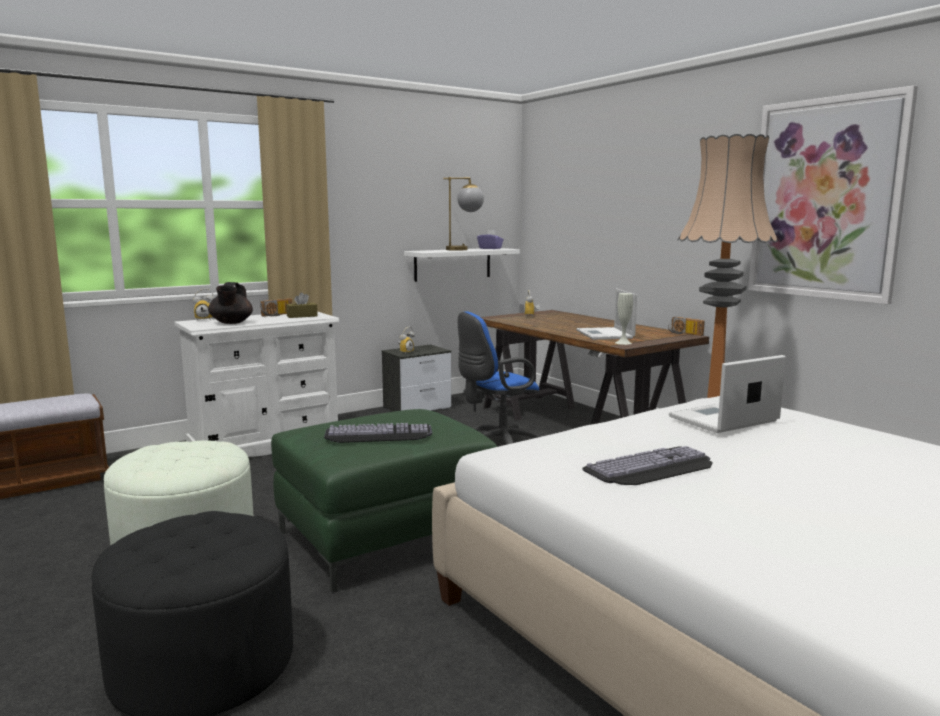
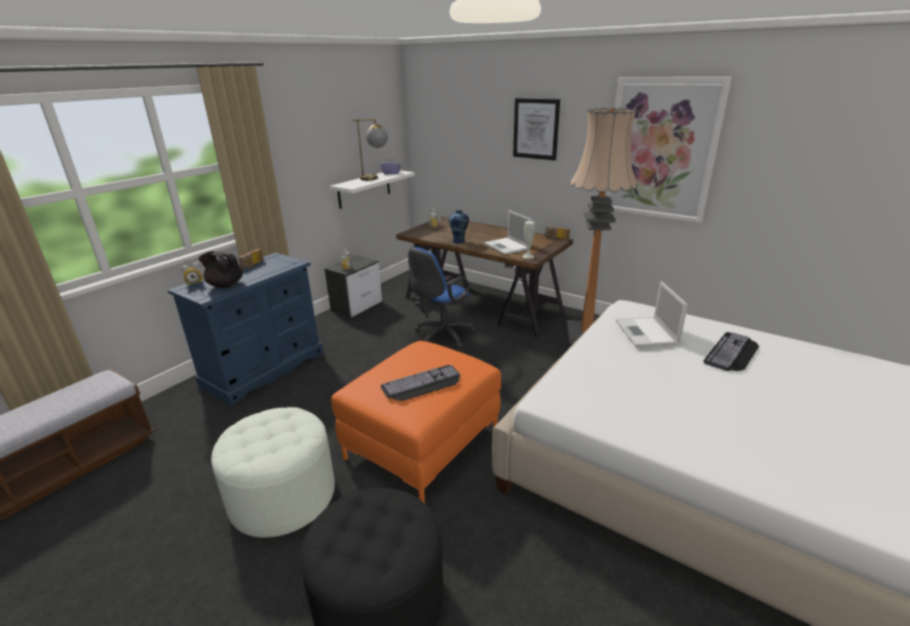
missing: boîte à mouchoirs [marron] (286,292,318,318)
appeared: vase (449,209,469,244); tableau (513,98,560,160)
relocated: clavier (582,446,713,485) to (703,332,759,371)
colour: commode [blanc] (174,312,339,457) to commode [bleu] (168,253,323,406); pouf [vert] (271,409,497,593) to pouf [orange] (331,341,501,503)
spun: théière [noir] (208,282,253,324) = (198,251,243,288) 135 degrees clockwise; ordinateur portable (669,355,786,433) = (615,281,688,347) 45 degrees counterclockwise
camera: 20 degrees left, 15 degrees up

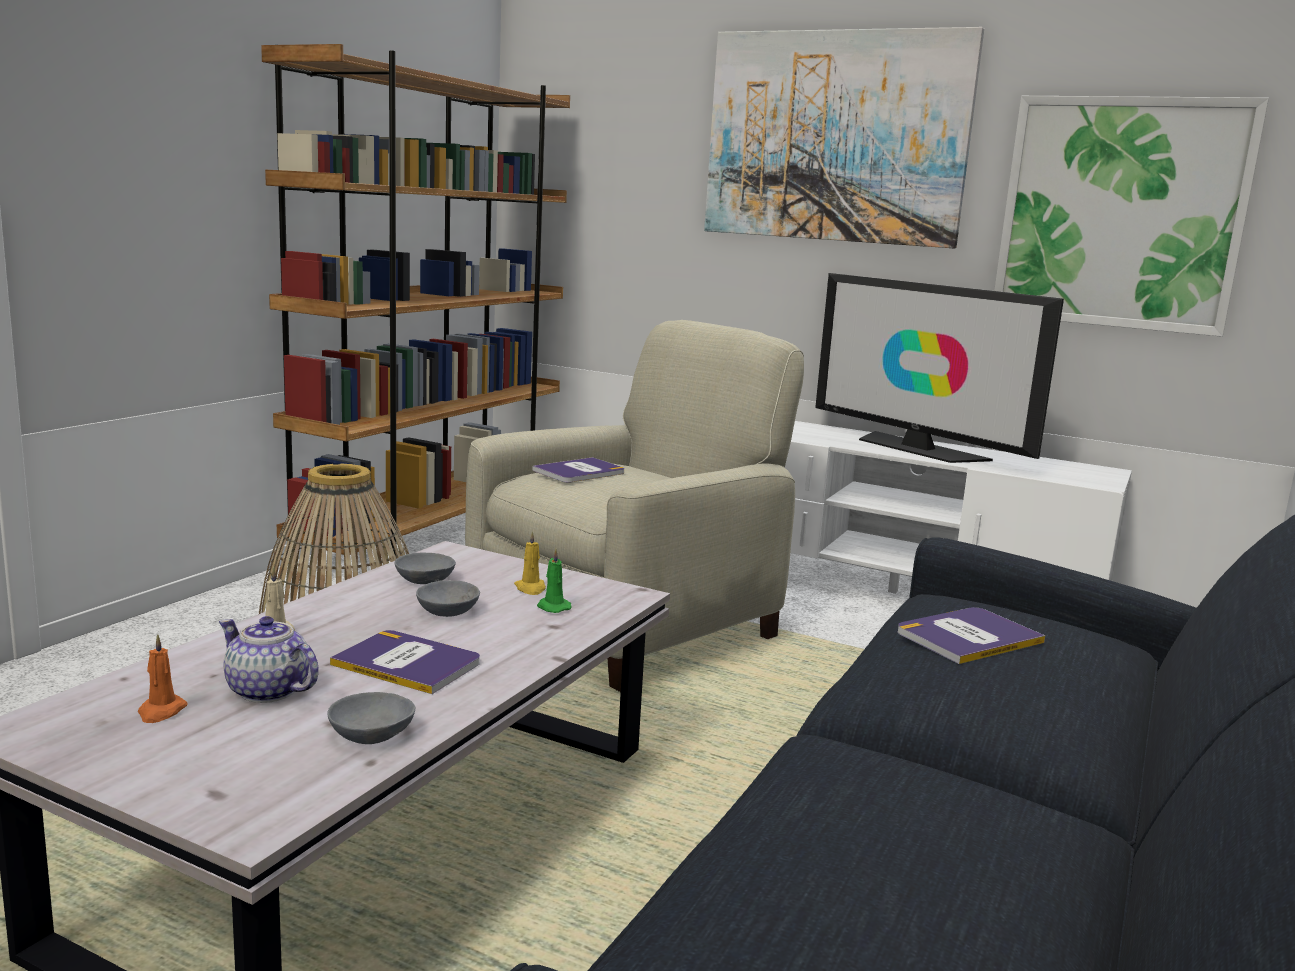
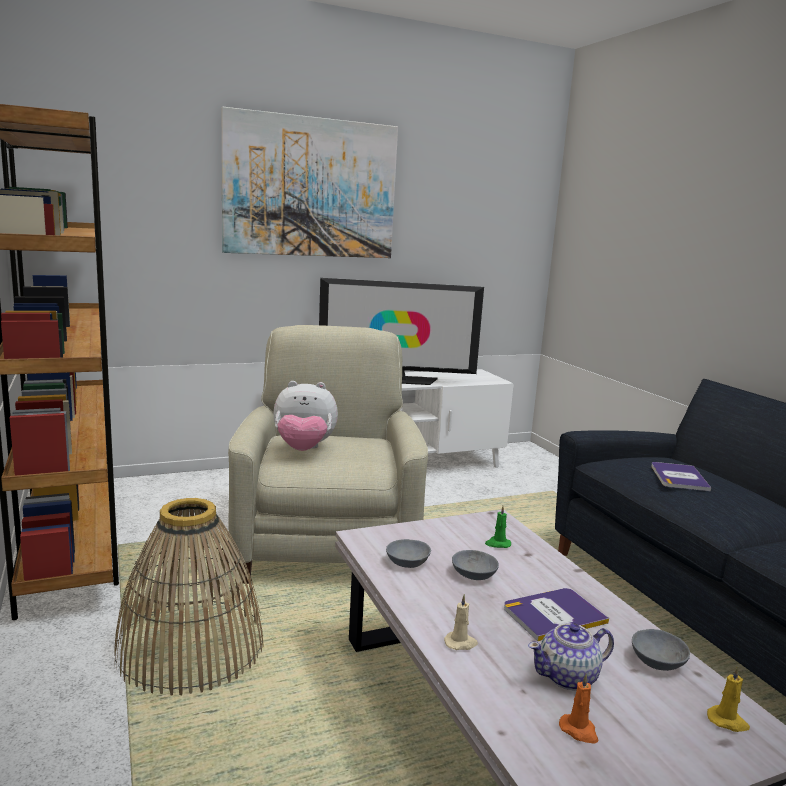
missing: tableau (994,96,1269,337)
relocated: bougie [jaune] (514,531,546,595) to (707,666,750,732)
exchanged: livre (533,457,625,482) to peluche (273,381,338,451)
camera: 50 degrees left, 0 degrees up

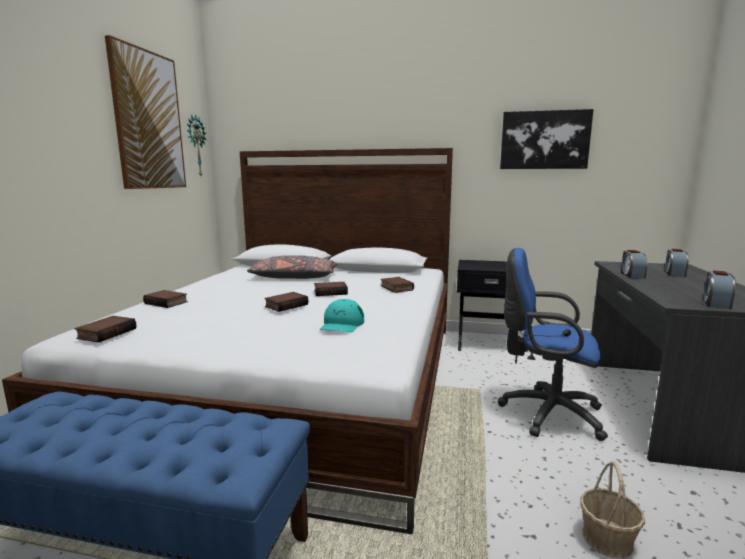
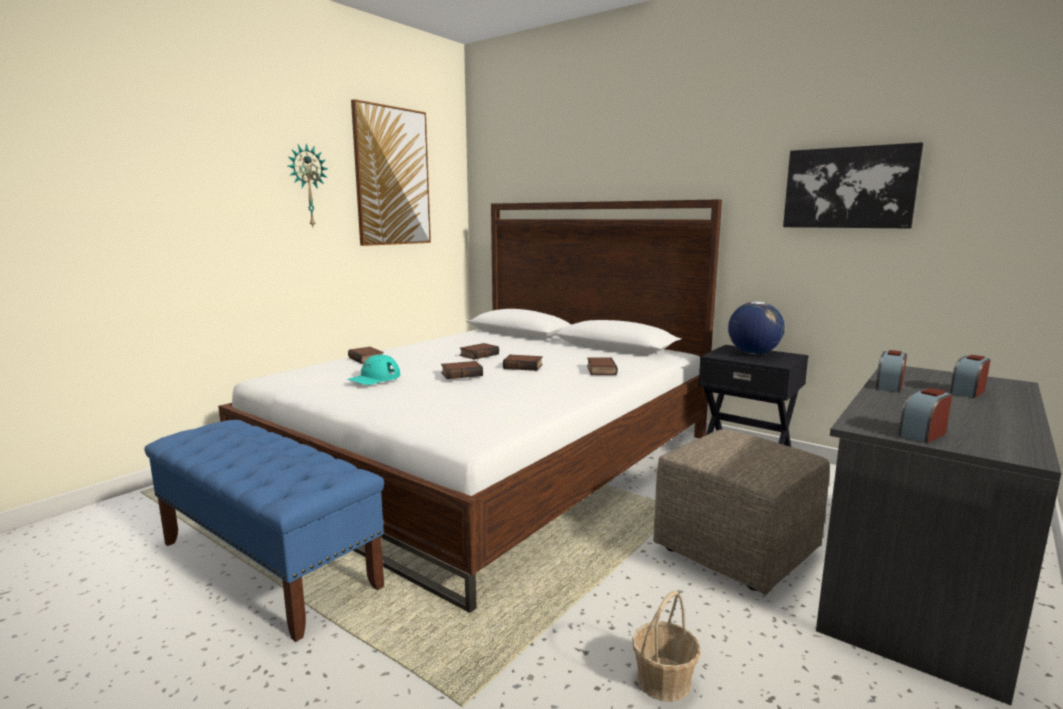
missing: coussin [gris] (247,255,338,279)
appeared: globe (728,301,785,354)
relocated: horloge murale (187,114,206,176) to (288,143,327,227); casquette [turquoise] (320,299,364,332) to (347,355,400,385); livre (75,316,137,343) to (460,343,499,360)
exchanged: chaise de bureau [bleu] (498,248,608,441) to pouf [beige] (653,429,830,595)
camera: 25 degrees right, 0 degrees up

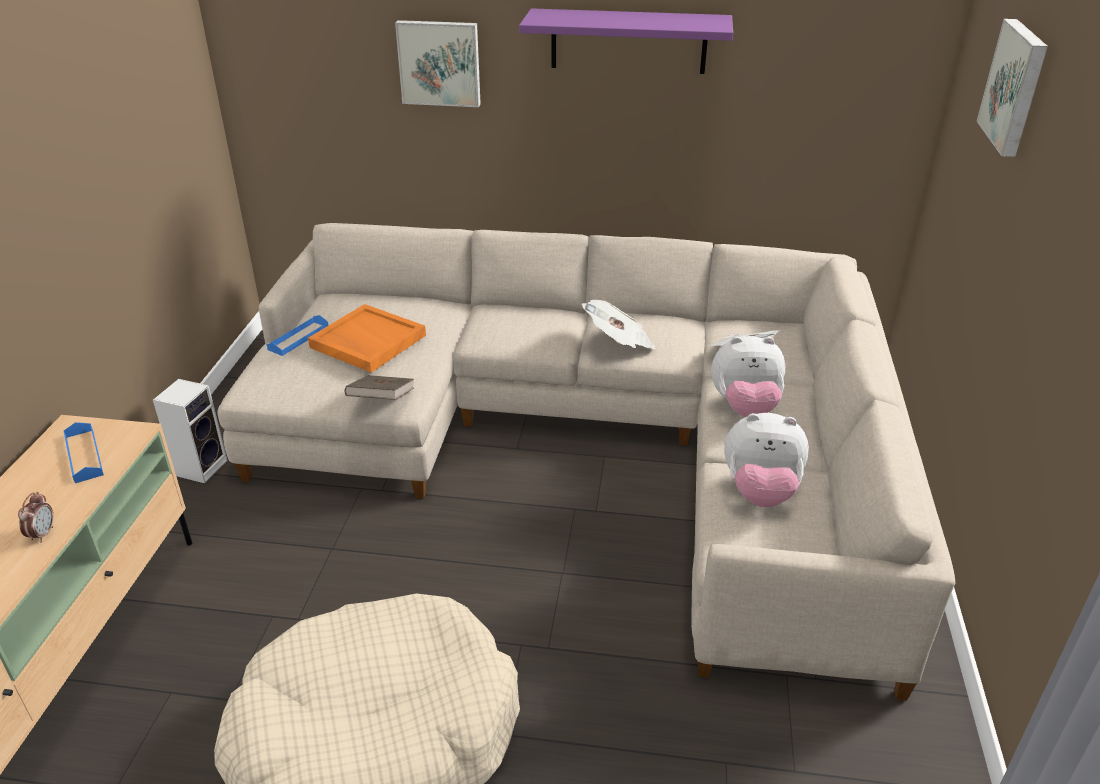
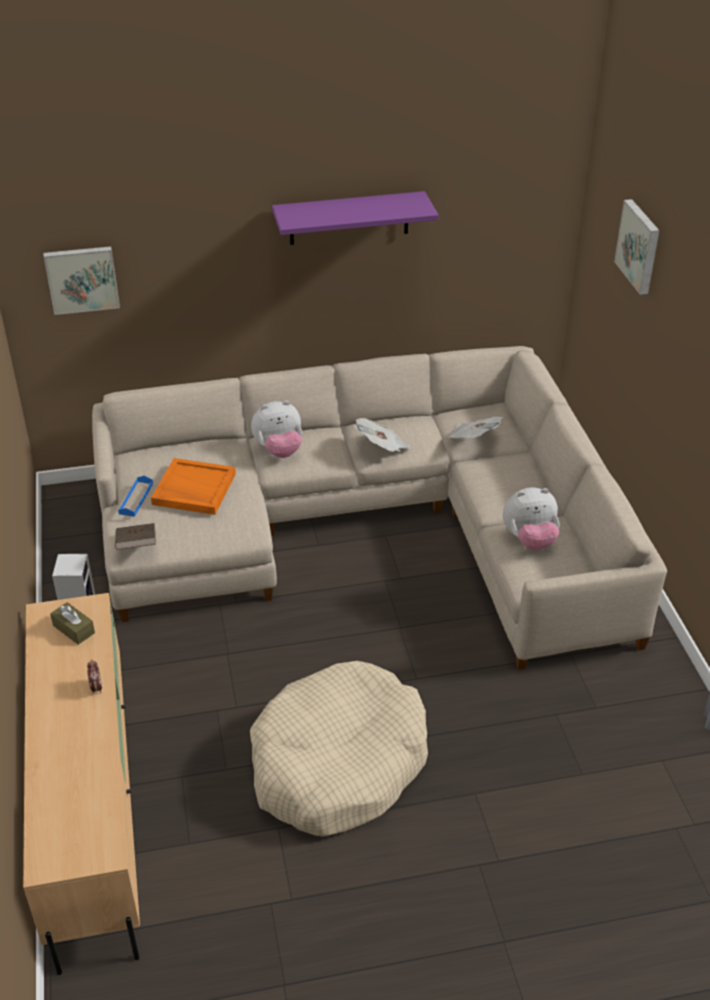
relocated: tableau (395,20,481,107) to (44,246,120,315); livre [marron] (345,375,414,400) to (115,523,156,550); peluche (712,336,785,417) to (251,401,302,458)
exchanged: plateau [bleu] (64,422,104,483) to boîte à mouchoirs [marron] (50,602,95,645)
camera: 20 degrees left, 5 degrees up

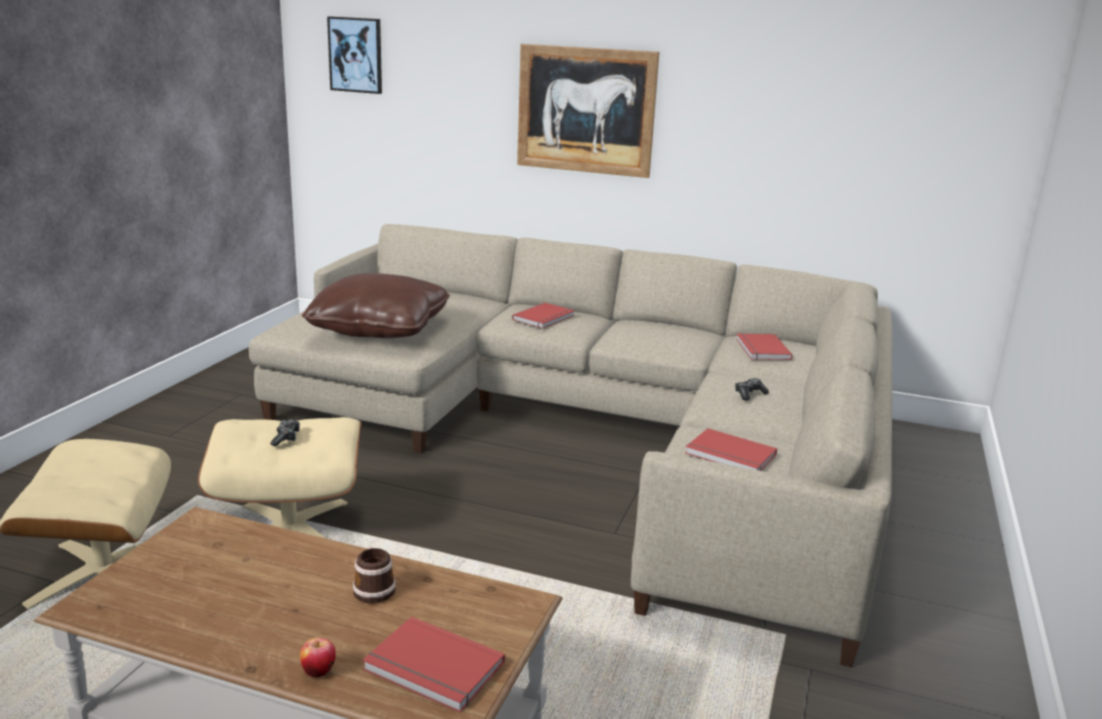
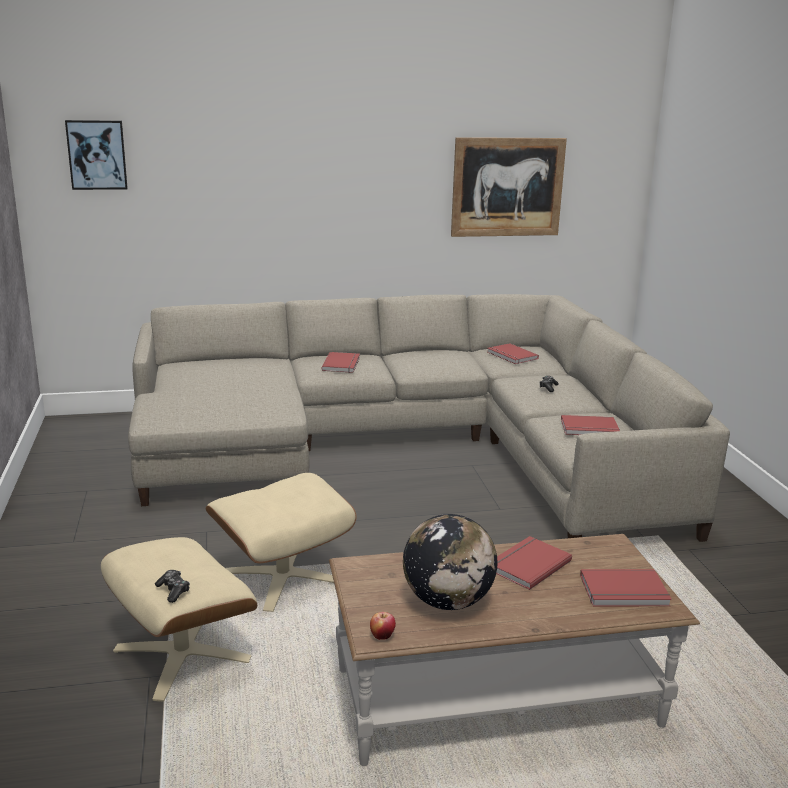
missing: coussin [marron] (302,273,450,338)
appeared: globe (403,514,498,610)
relocated: manette (271,419,300,446) to (155,570,190,603); pomme (300,638,336,677) to (370,612,396,640); tableau (517,44,659,178) to (451,137,567,237)
exchanged: mug (353,546,396,604) to livre [rouge] (496,536,572,590)
camera: 30 degrees left, 0 degrees up

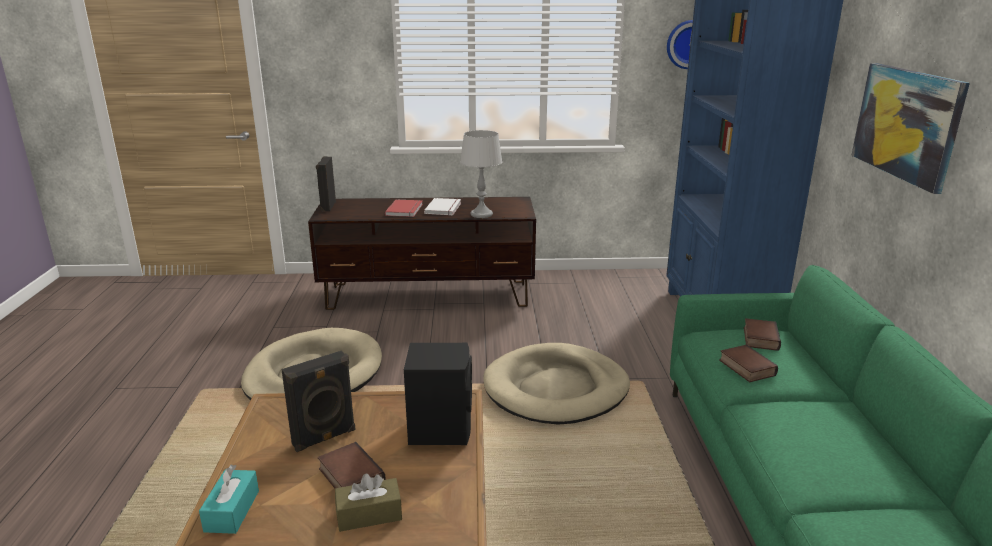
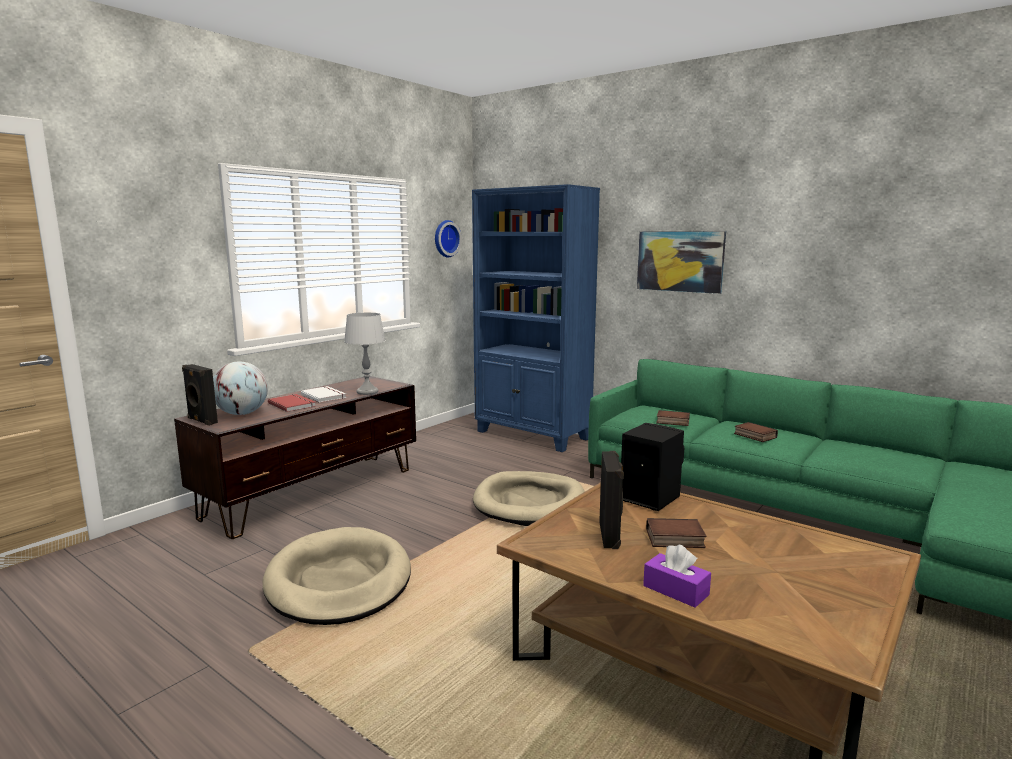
missing: boîte à mouchoirs [marron] (335,474,402,532)
appeared: globe (213,361,268,415)
relocated: livre (744,318,781,351) to (734,422,778,442)
colour: boîte à mouchoirs [turquoise] (199,465,259,534) to boîte à mouchoirs [violet] (643,544,711,607)
camera: 50 degrees left, 10 degrees down

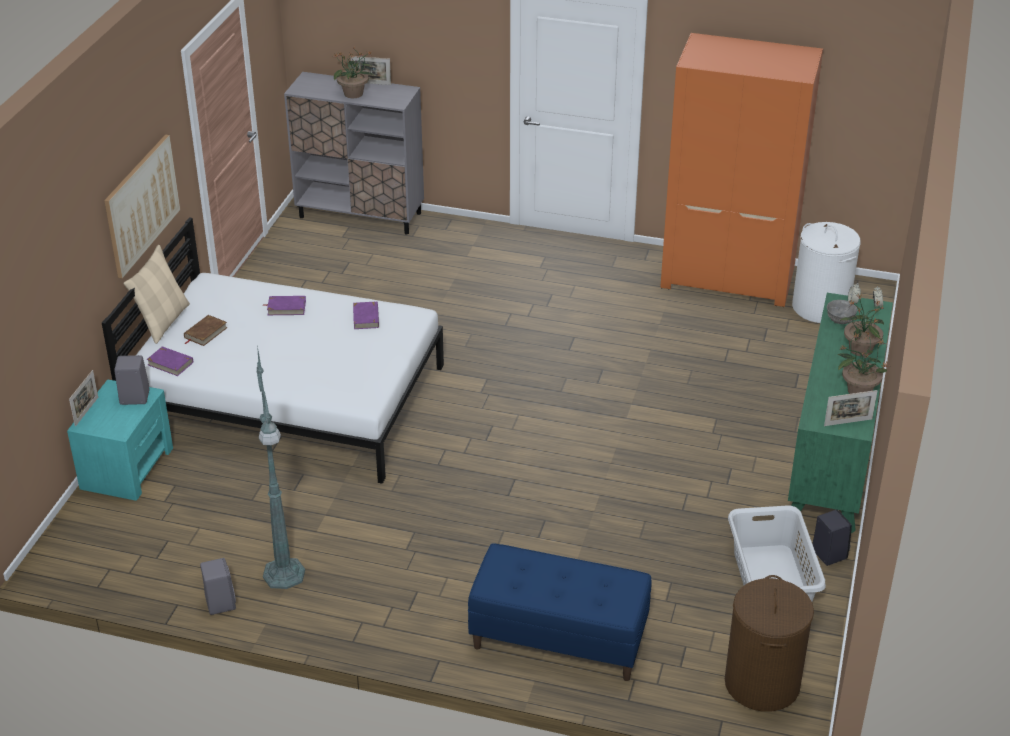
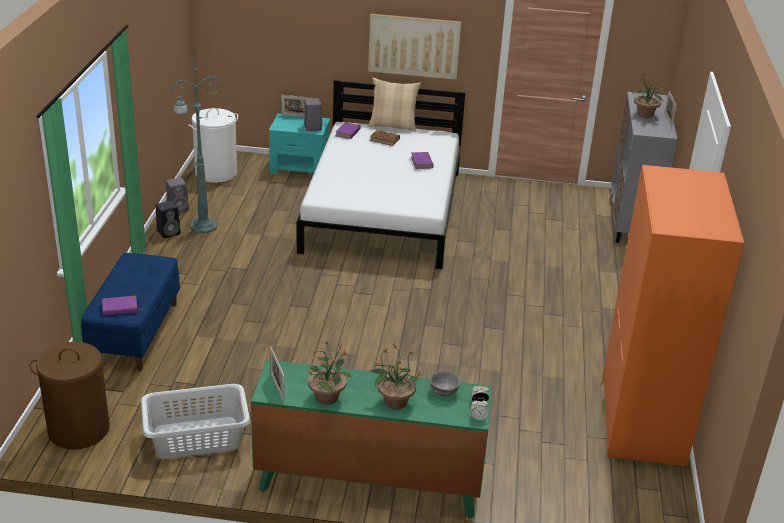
relocated: livre [violet] (353,301,379,329) to (102,296,143,316); enceinte [noir] (812,510,852,566) to (156,201,181,238); panier à linge [blanc] (792,222,860,323) to (189,108,238,183)
camera: 80 degrees right, 5 degrees down

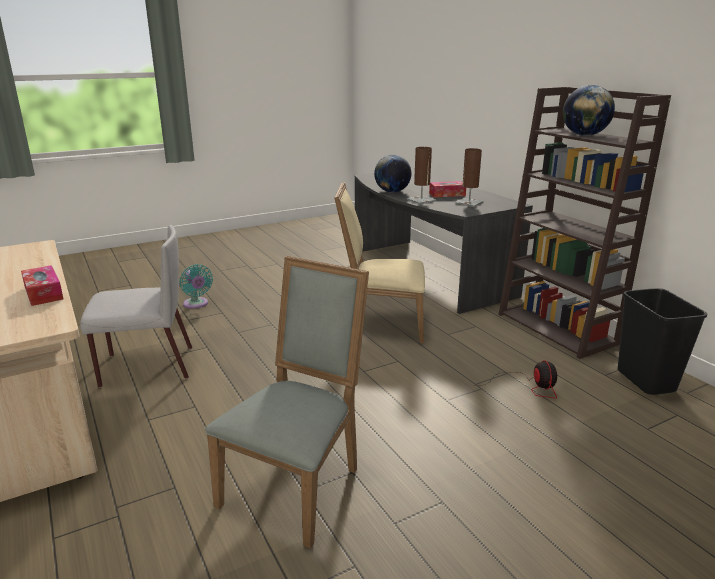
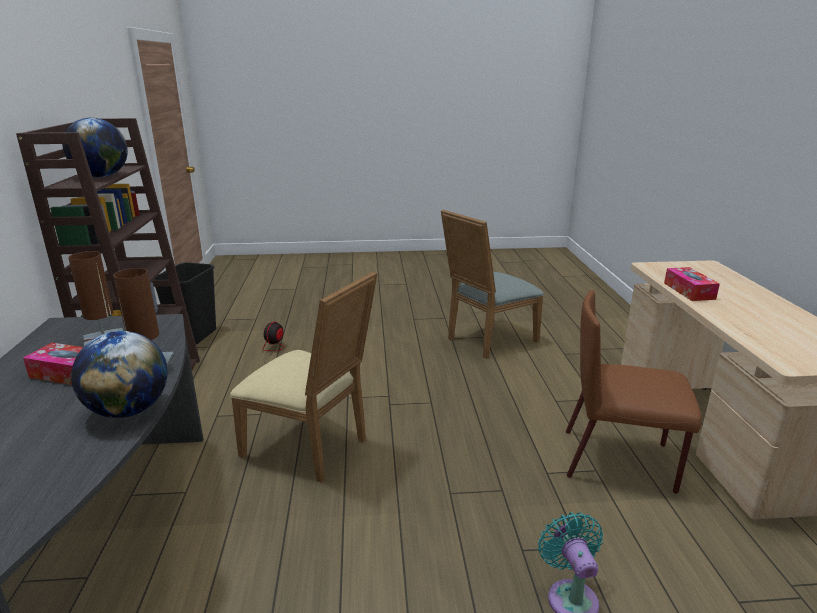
colour: chaise [gris] (80,225,192,388) to chaise [marron] (566,290,702,494)
camera: 155 degrees left, 0 degrees up

